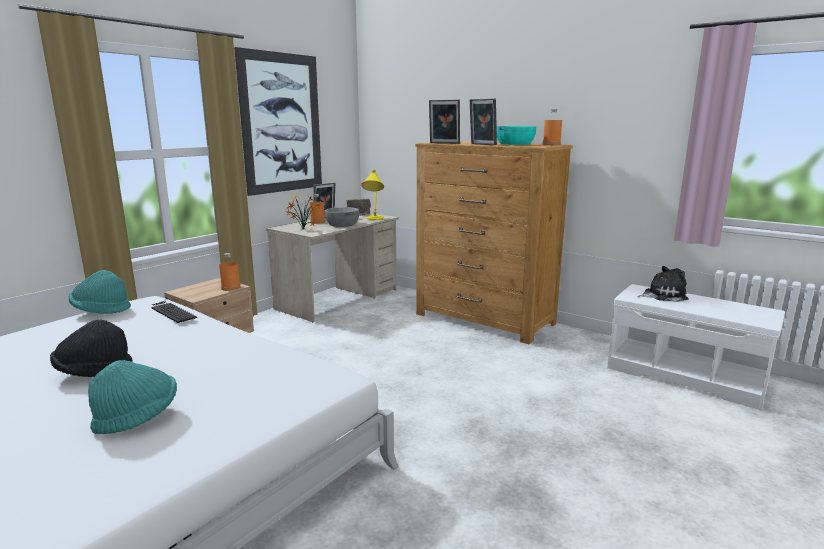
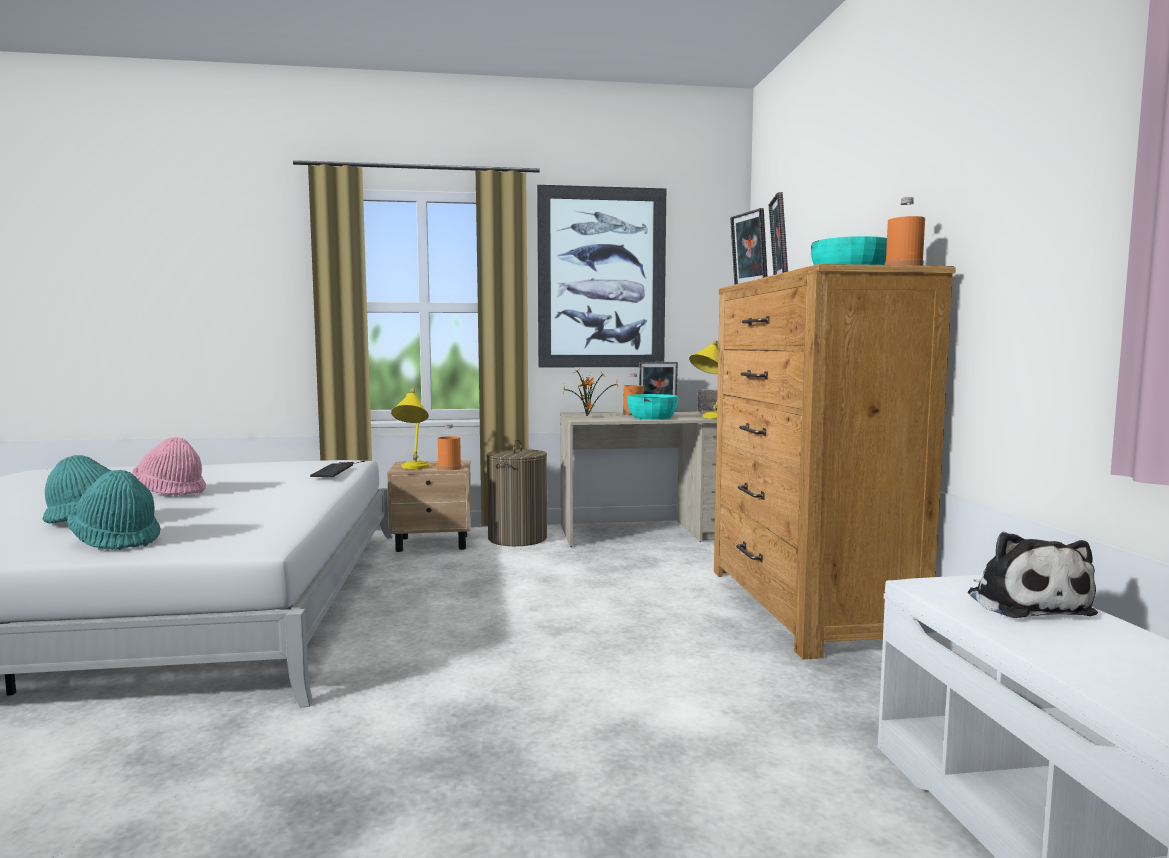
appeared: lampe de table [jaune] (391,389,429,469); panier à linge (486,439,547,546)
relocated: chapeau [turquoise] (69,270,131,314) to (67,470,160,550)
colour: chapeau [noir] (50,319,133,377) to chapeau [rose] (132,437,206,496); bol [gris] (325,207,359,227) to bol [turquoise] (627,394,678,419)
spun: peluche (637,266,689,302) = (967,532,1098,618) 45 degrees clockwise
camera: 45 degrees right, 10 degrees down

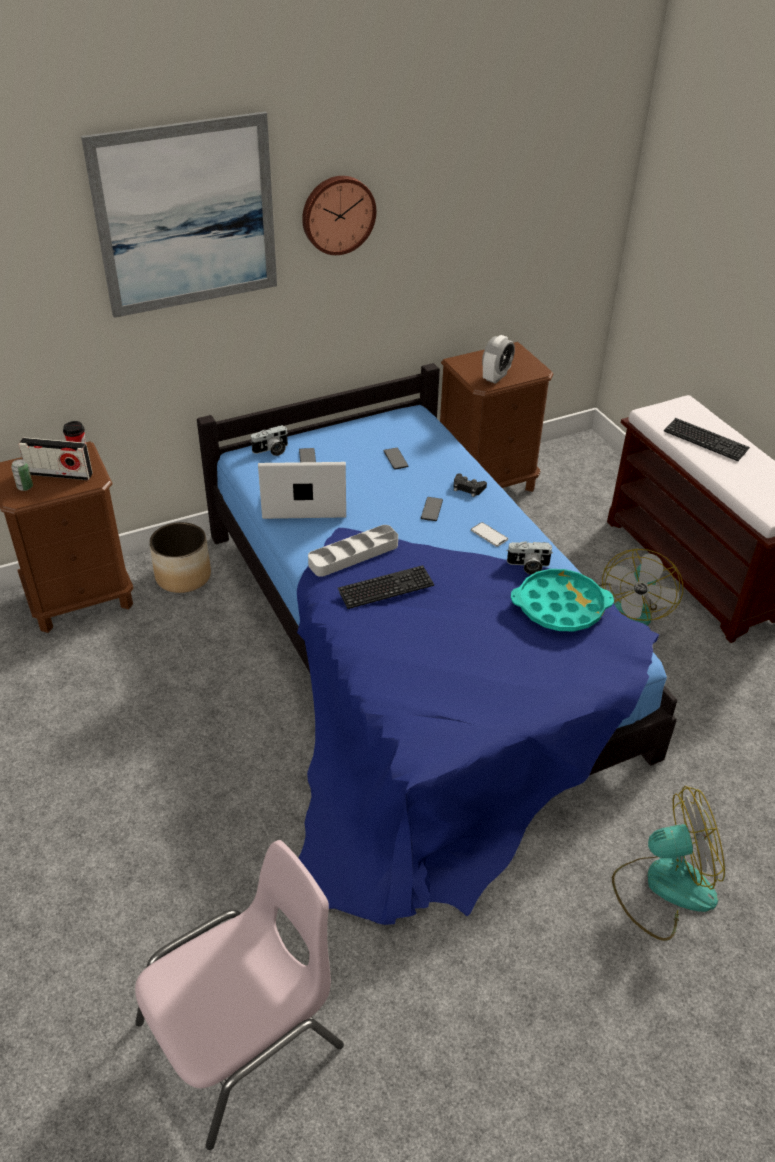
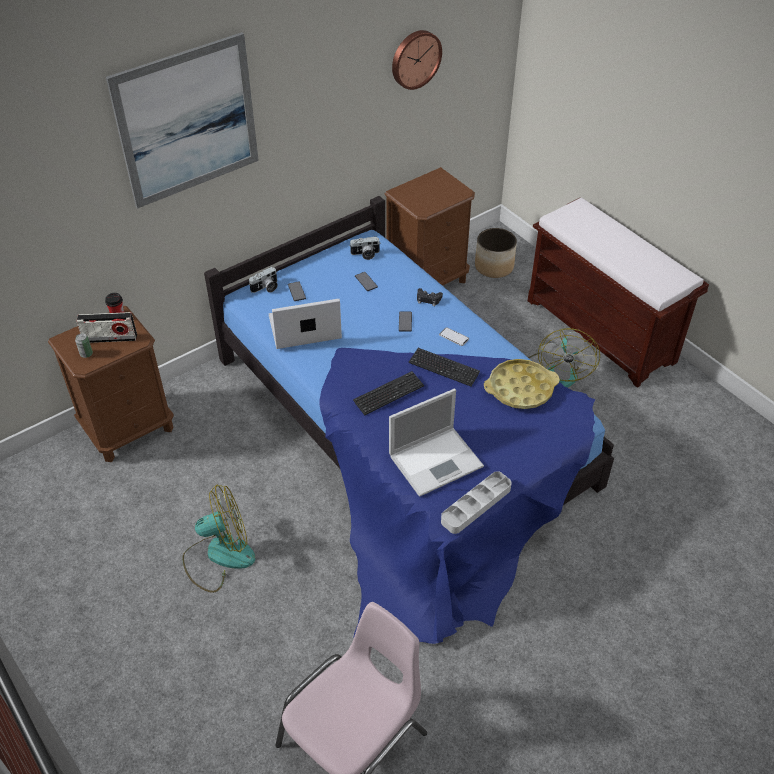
missing: réveil (482,335,515,384)
appeared: ordinateur portable (389,389,484,497)
relocated: ventilateur (612,786,725,941) to (182,485,255,593); appareil photo (506,541,553,575) to (349,237,380,260); horloge murale (302,176,376,255) to (392,30,442,90); clavier (664,418,750,461) to (409,348,480,386); plateau [gris] (308,525,398,577) to (441,471,512,534); cache-pot (149,522,211,593) to (475,228,517,278)
colour: plateau [turquoise] (511,569,614,631) to plateau [jaune] (484,359,560,409)
camera: 10 degrees left, 5 degrees up

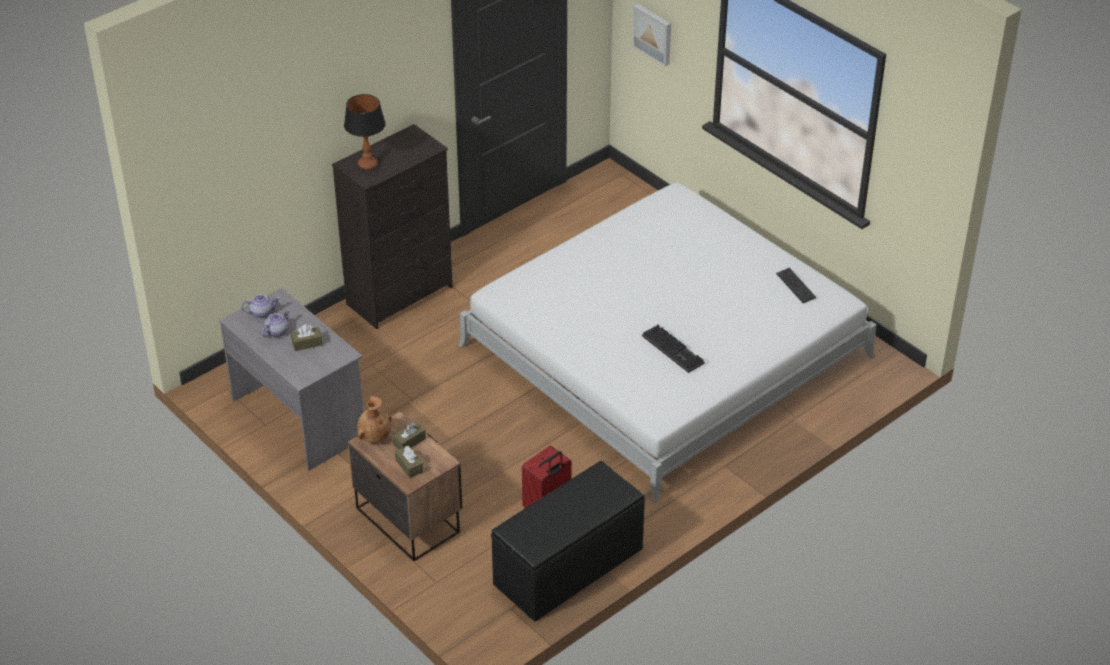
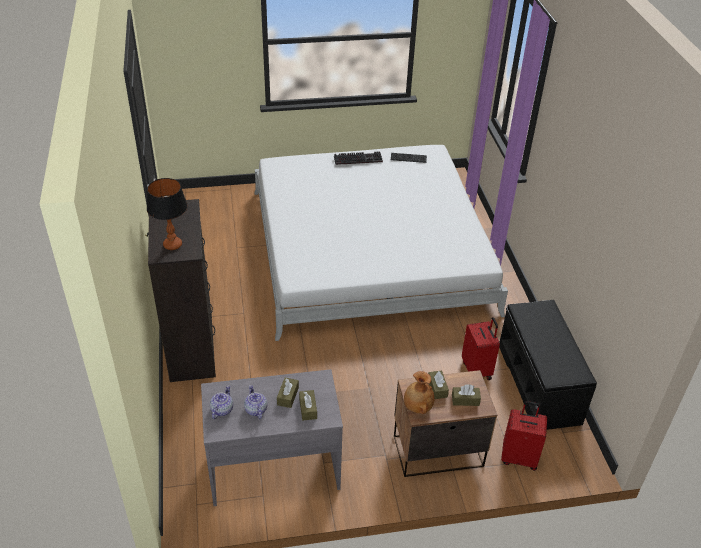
missing: tableau (632,4,671,66)
appeared: boîte à mouchoirs [marron] (299,390,317,420); valise [rouge] (501,401,547,471)
relocated: clavier (642,324,704,373) to (334,151,383,165)
camera: 60 degrees left, 0 degrees up

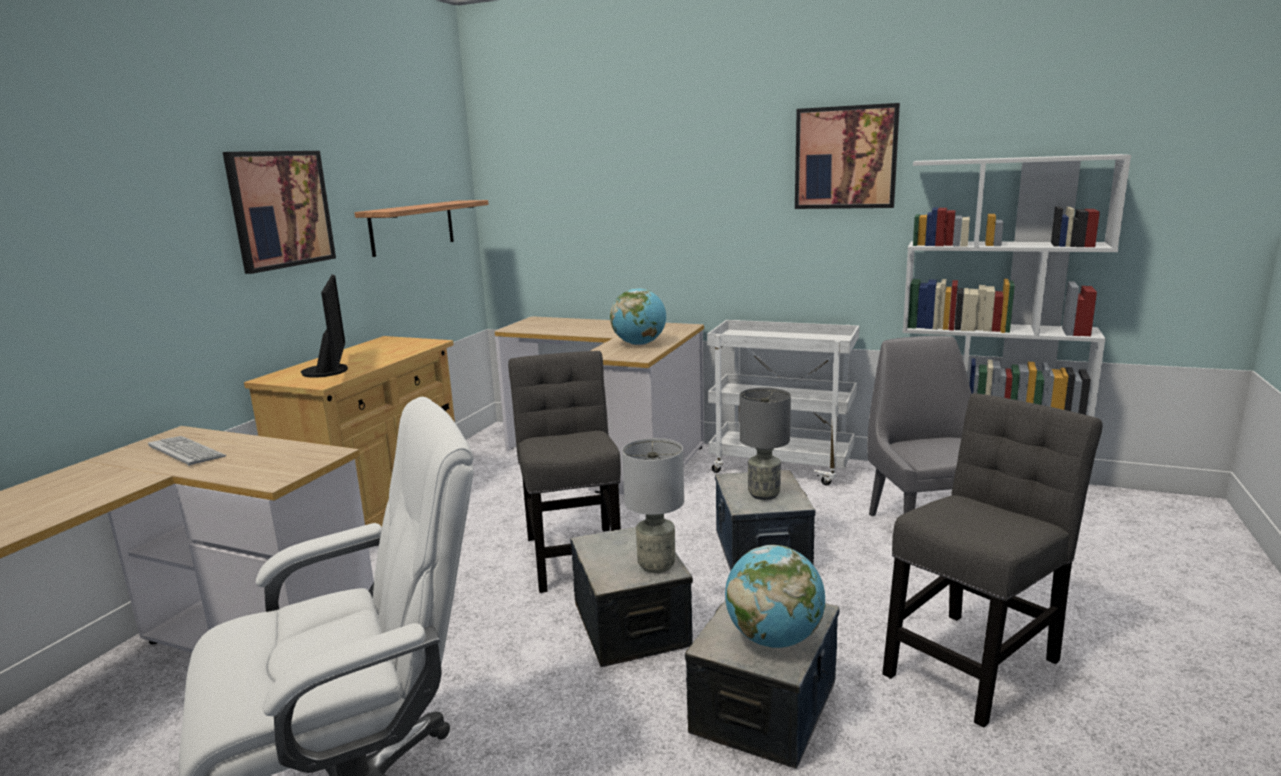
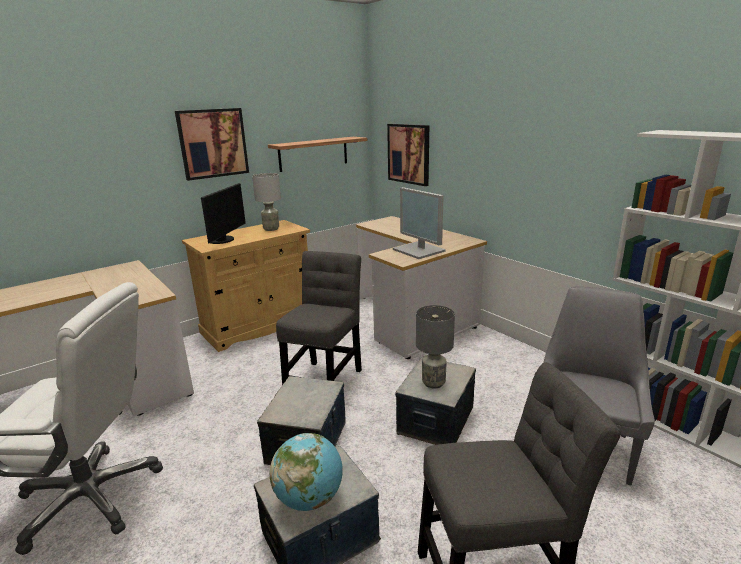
missing: clavier (148,436,226,466); chariot [blanc] (707,320,859,485)
relocated: lampe de table [gris] (622,438,684,573) to (252,173,281,231); tableau (795,103,900,209) to (387,124,429,186)
exchanged: globe (610,288,666,345) to écran d'ordinateur (393,187,446,259)
camera: 30 degrees right, 5 degrees up

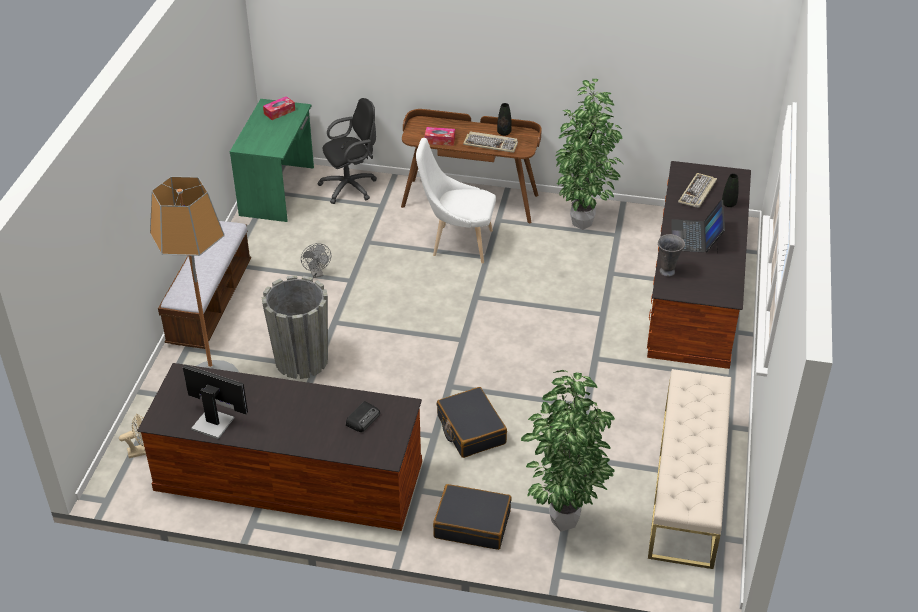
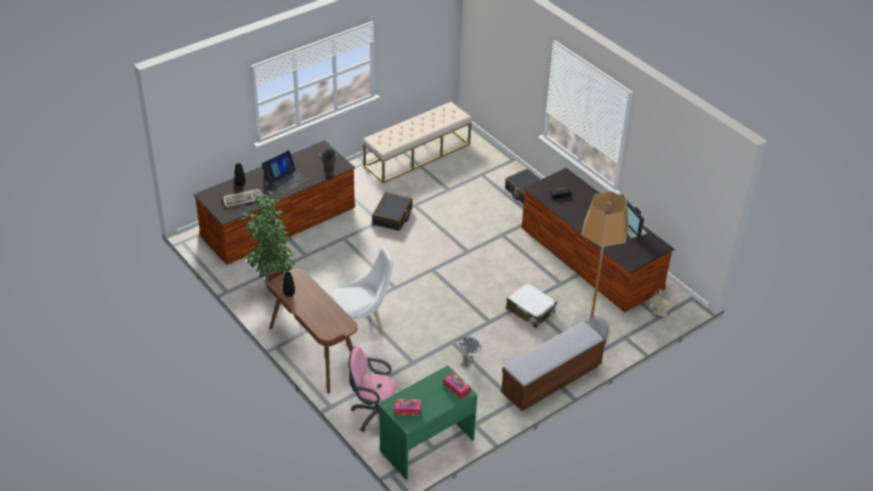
missing: clavier (463,132,518,153); plante en pot (521,370,615,532)
relocated: valise [noir] (437,387,507,458) to (372,192,412,231); boîte à mouchoirs (425,127,455,146) to (443,373,471,399)
exchanged: cache-pot [gris] (262,275,328,379) to valise [blanc] (506,282,557,328)
colour: chaise de bureau [noir] (317,98,377,204) to chaise de bureau [rose] (348,346,397,432)
spun: chaise [blanc] (416,138,496,264) = (330,246,393,347) 75 degrees counterclockwise
camera: 140 degrees left, 0 degrees up

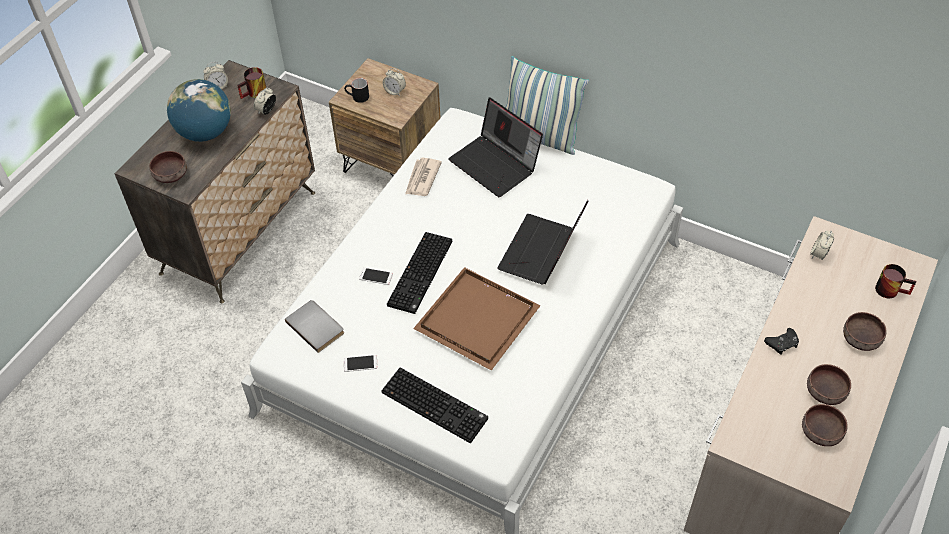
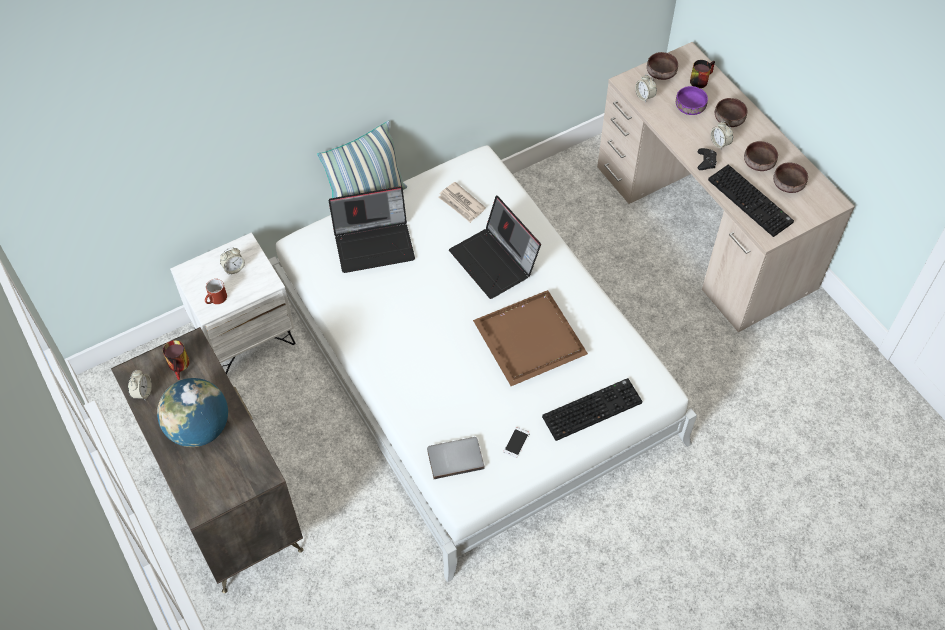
missing: téléphone (359,268,393,285)
appeared: bol [violet] (676,86,708,115)
relocated: journal (405,158,442,196) to (438,182,486,223); bol [marron] (149,151,187,183) to (647,52,678,80); clavier (387,232,452,314) to (708,165,794,237); réveil (254,88,276,115) to (711,121,733,150)
colour: table de chevet [marron] (329,58,441,177) to table de chevet [blanc] (170,233,296,374); mug [noir] (344,78,369,103) to mug [rouge] (205,279,227,304)
camera: 60 degrees left, 5 degrees up

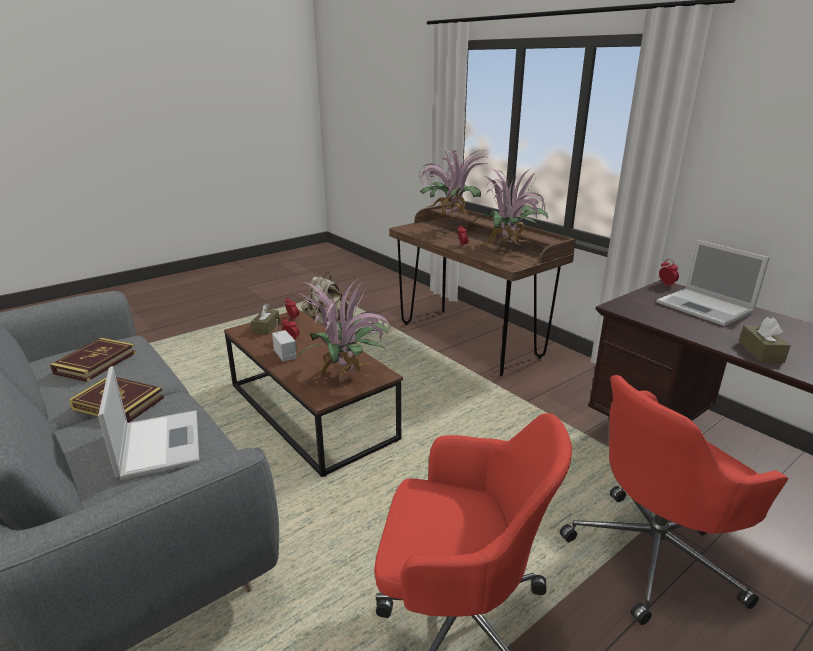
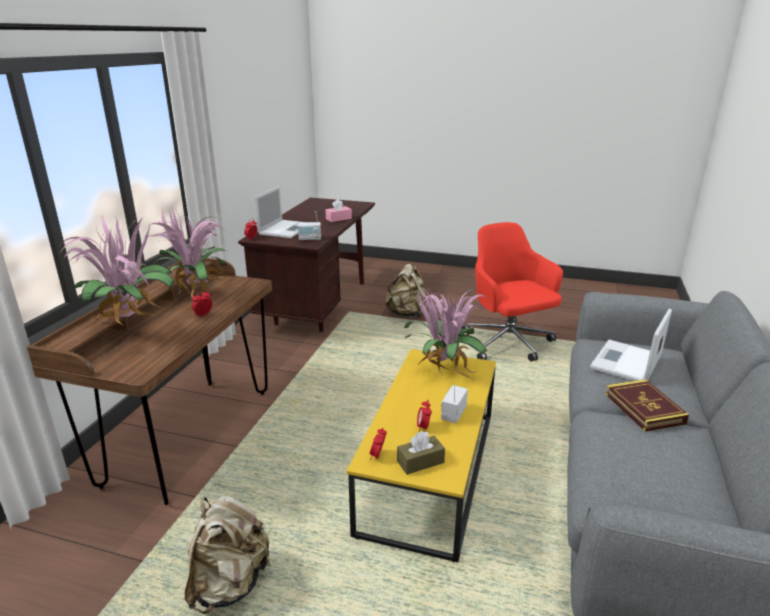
missing: livre (50,338,136,382)
appeared: radio (298,211,321,241)
exchanged: chaise de bureau [rouge] (560,375,788,625) to sac à dos [beige] (385,264,426,318)
colour: boîte à mouchoirs [marron] (739,317,791,363) to boîte à mouchoirs [rose] (326,199,352,222); table basse [marron] (224,309,403,477) to table basse [jaune] (347,349,496,562)
camera: 125 degrees left, 0 degrees up

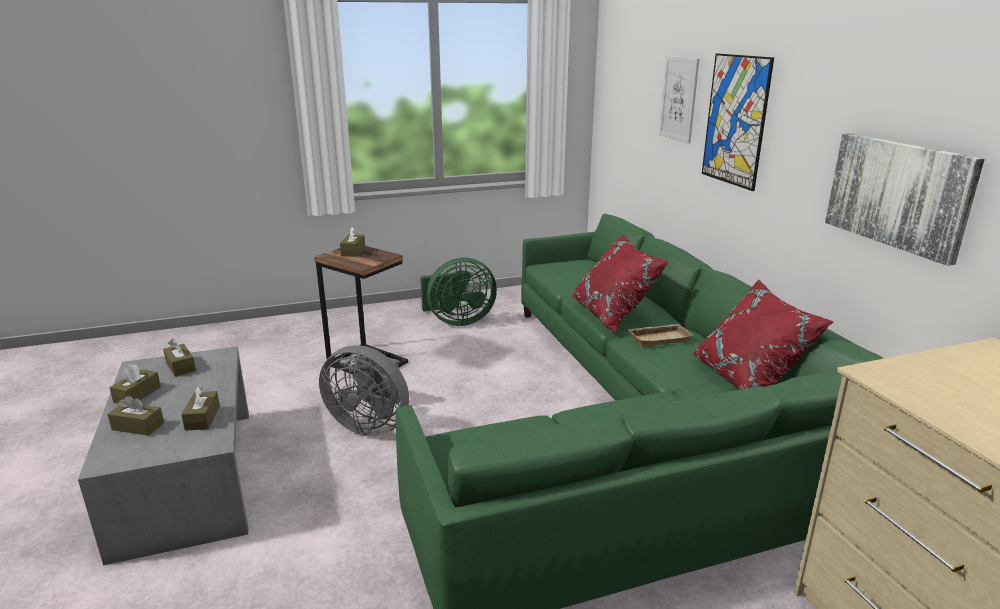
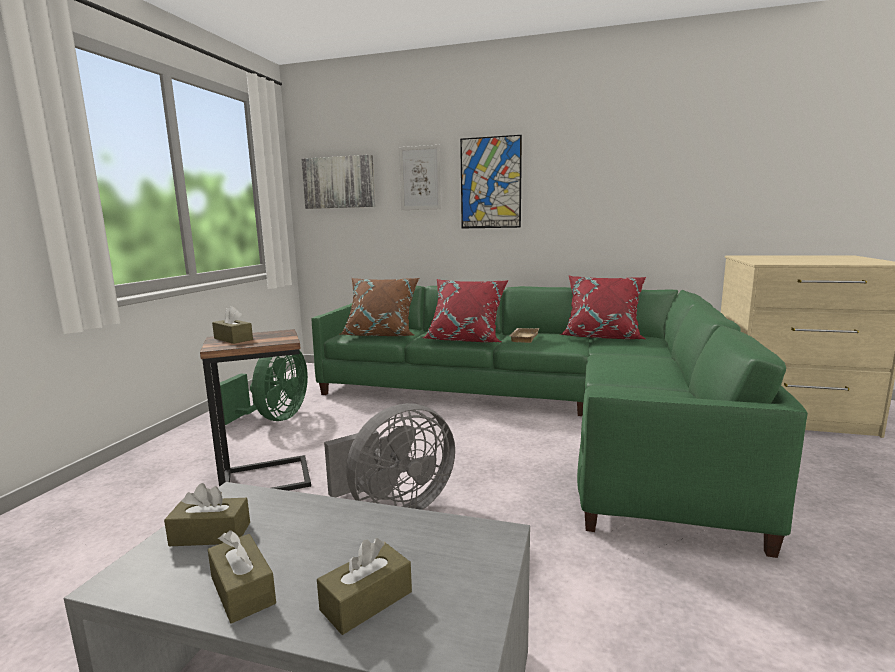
missing: boîte à mouchoirs [marron] (181,385,220,431)
appeared: coussin [marron] (341,278,419,336)
relocated: tableau (825,133,985,266) to (301,155,375,209)
camera: 55 degrees left, 10 degrees down

